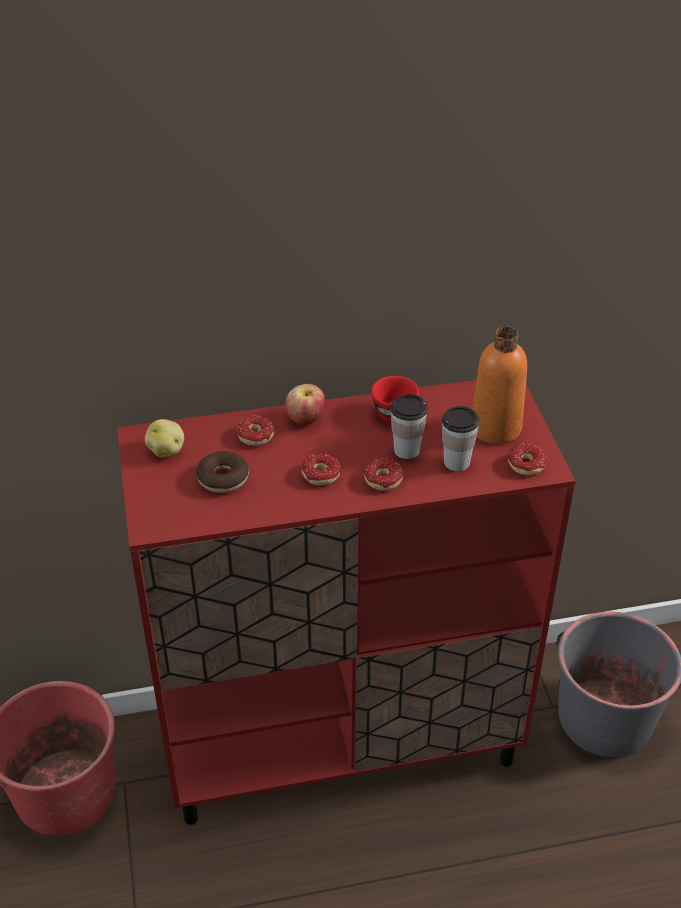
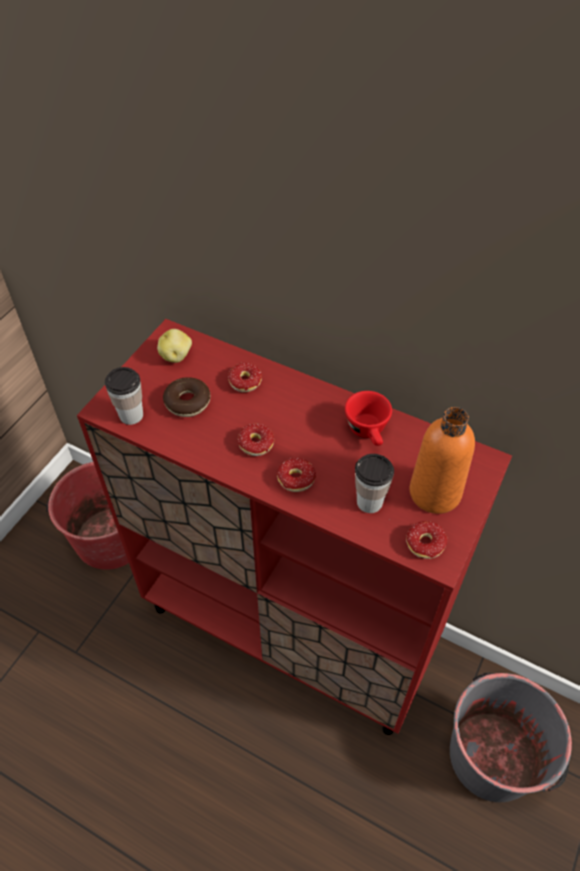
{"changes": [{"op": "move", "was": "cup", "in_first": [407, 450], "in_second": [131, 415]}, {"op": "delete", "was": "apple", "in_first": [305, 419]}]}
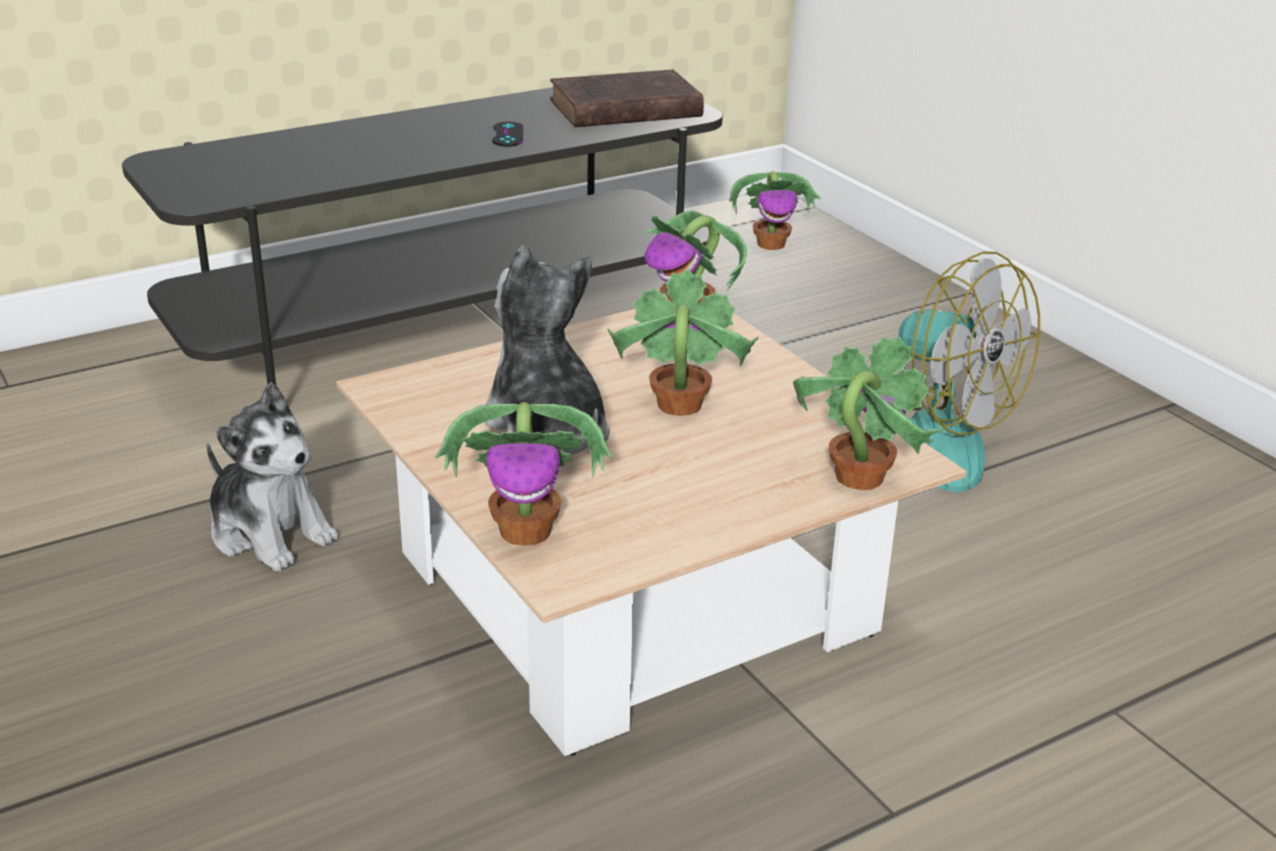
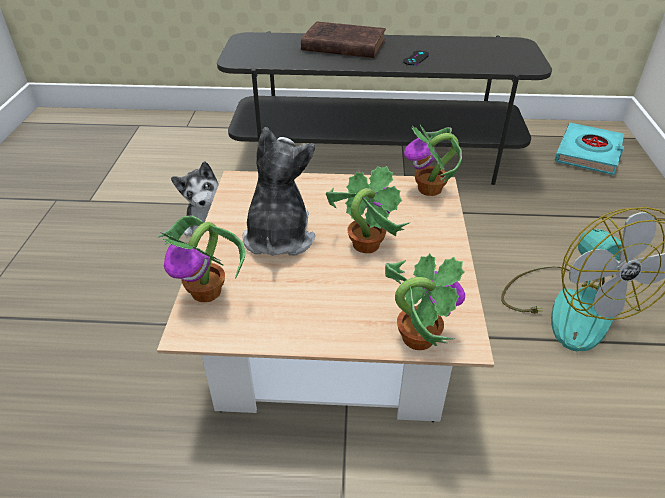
{"changes": [{"op": "move", "was": "brown book", "in_first": [621, 109], "in_second": [341, 45]}, {"op": "replace", "was": "potted plant", "now": "turquoise book", "in_first": [772, 244], "in_second": [588, 153]}]}
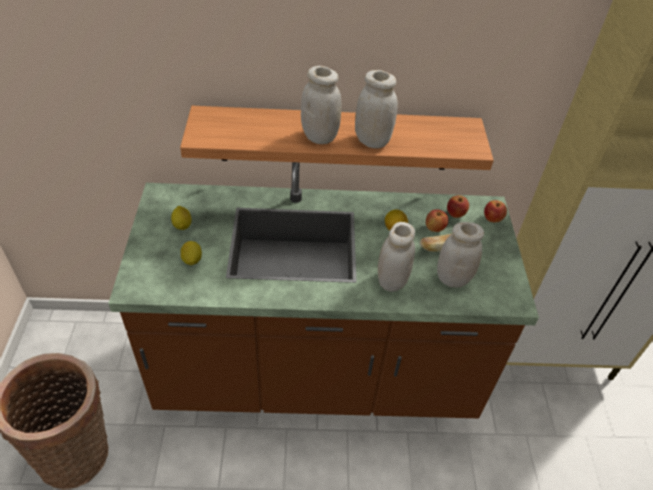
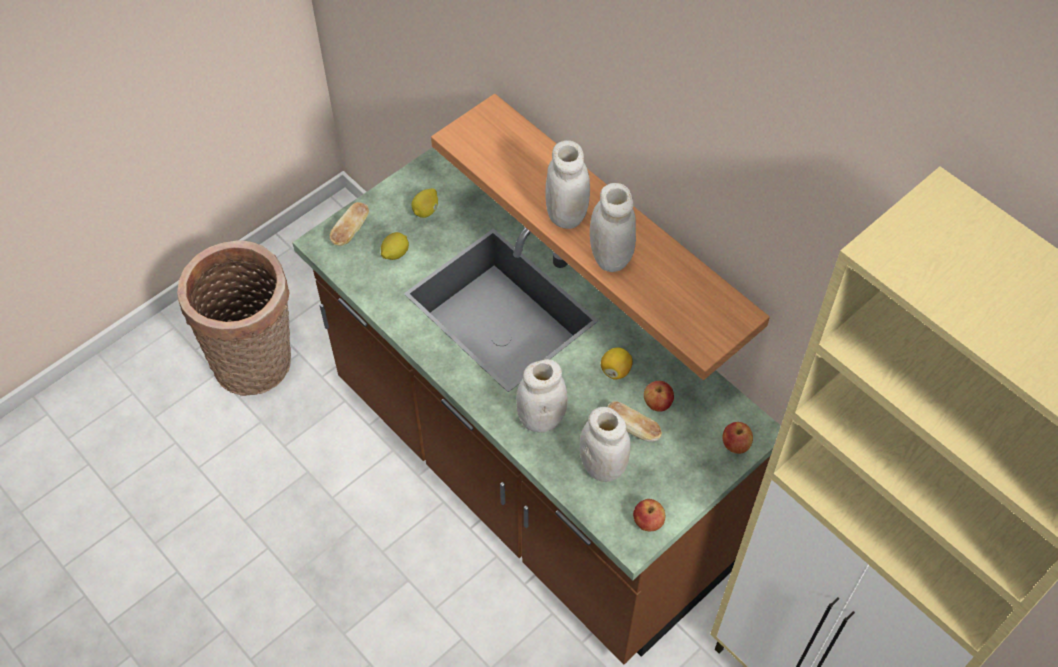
{"changes": [{"op": "insert", "now": "bread", "in_second": [350, 231]}, {"op": "move", "was": "apple", "in_first": [455, 214], "in_second": [647, 522]}]}
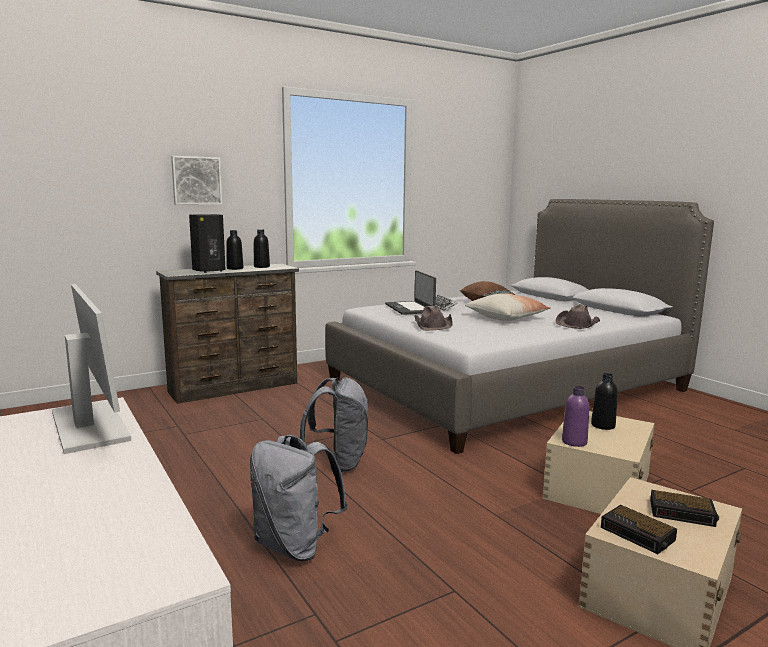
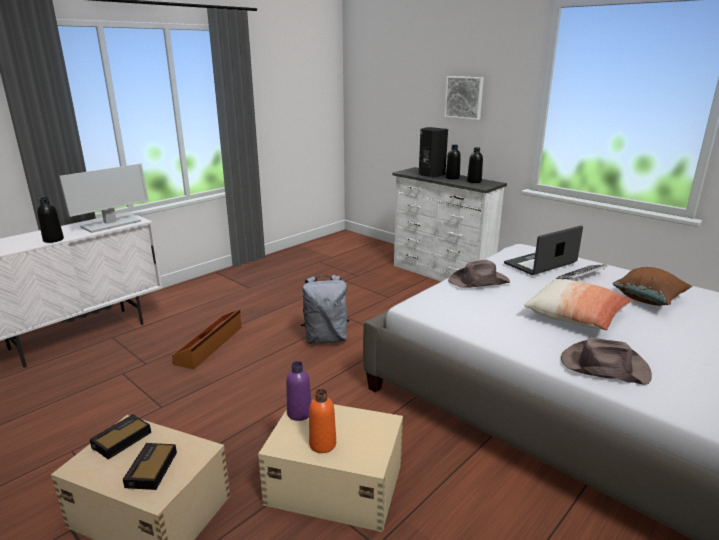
{"changes": [{"op": "move", "was": "black bottle", "in_first": [603, 425], "in_second": [53, 240]}, {"op": "replace", "was": "grey backpack", "now": "brown storage box", "in_first": [295, 546], "in_second": [210, 345]}, {"op": "insert", "now": "orange bottle", "in_second": [322, 444]}, {"op": "recolor", "was": "brown dresser", "now": "white dresser", "in_first": [235, 388], "in_second": [441, 274]}]}
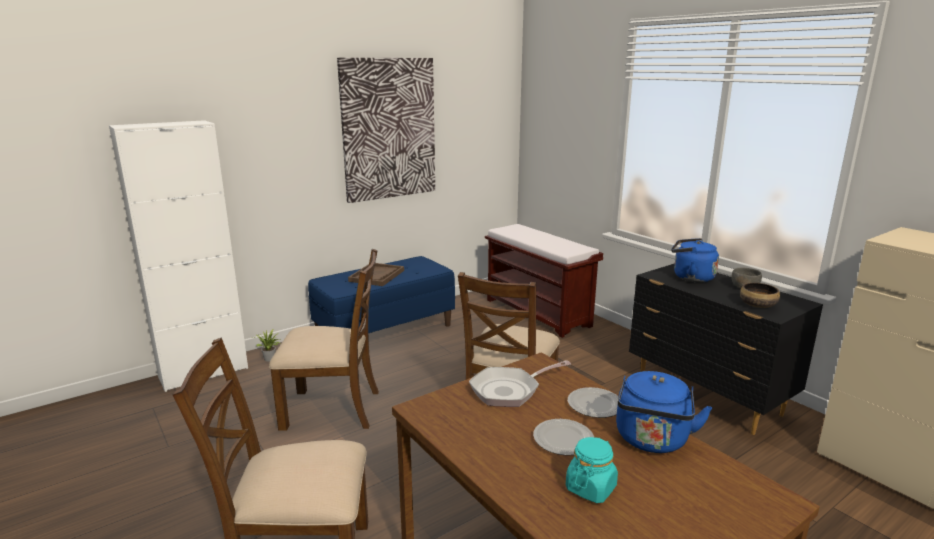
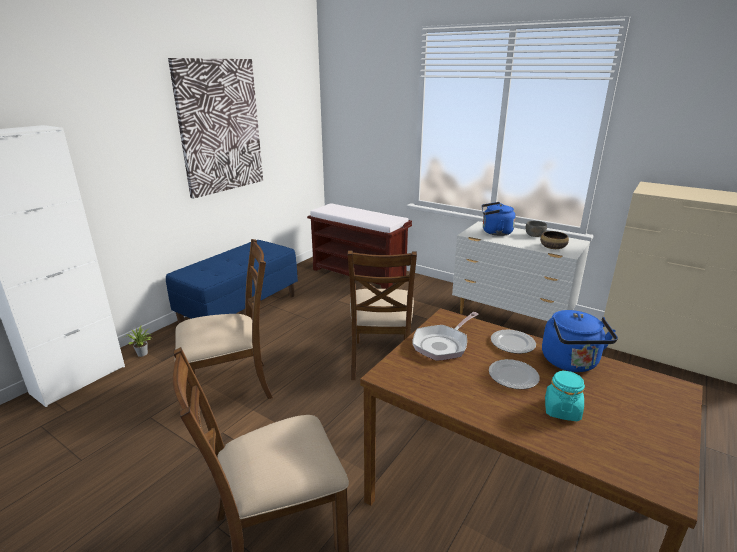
{"changes": [{"op": "recolor", "was": "black dresser", "now": "white dresser", "in_first": [708, 397], "in_second": [511, 319]}, {"op": "delete", "was": "brown tray", "in_first": [377, 276]}]}
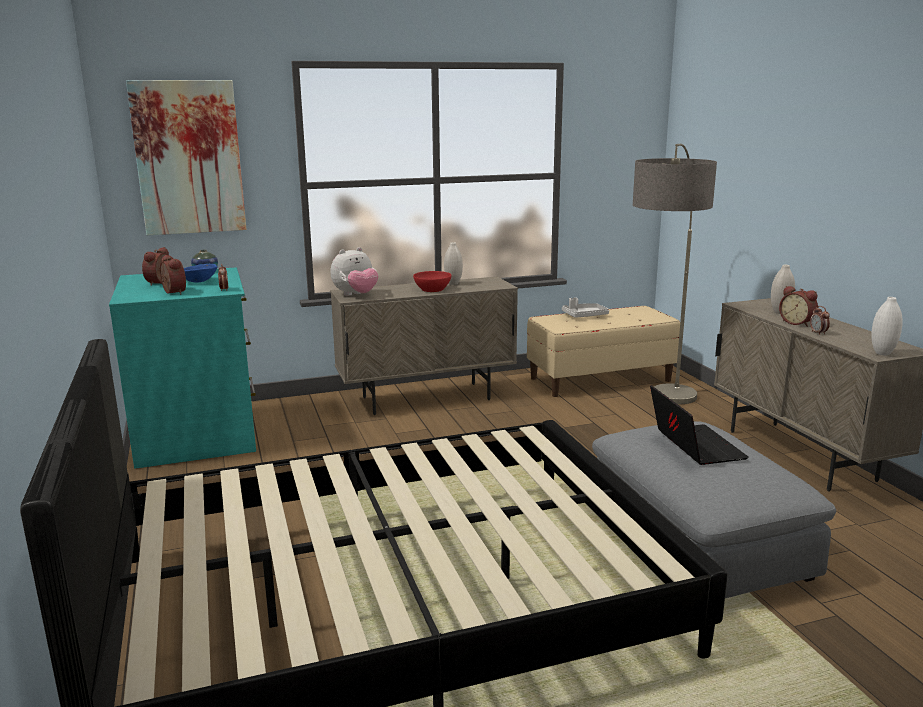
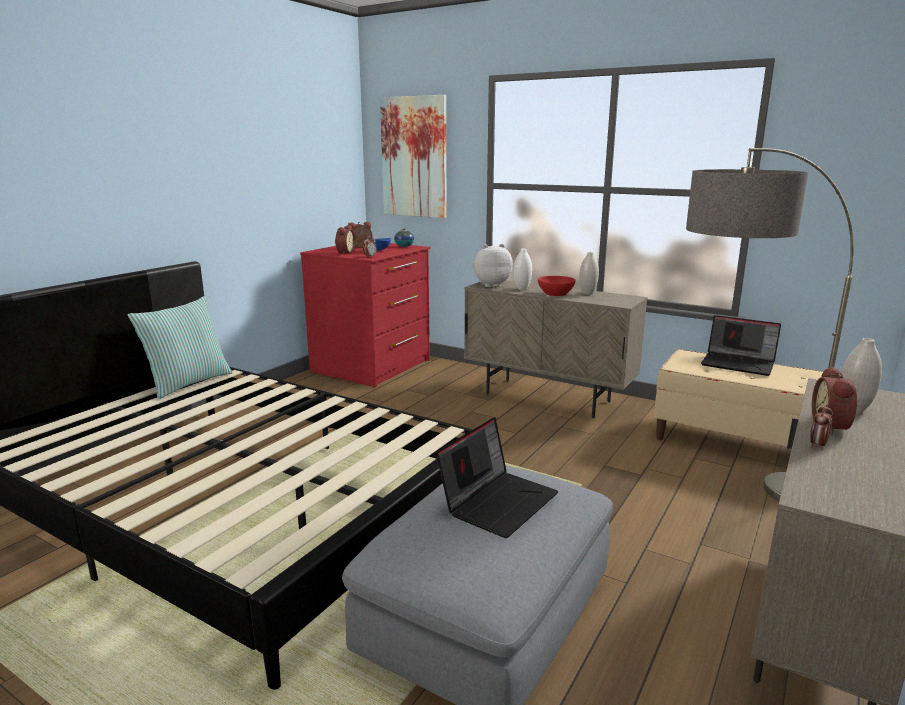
{"changes": [{"op": "insert", "now": "pillow", "in_second": [188, 383]}, {"op": "recolor", "was": "turquoise dresser", "now": "red dresser", "in_first": [198, 435], "in_second": [372, 366]}, {"op": "rotate", "was": "plush toy", "in_first": [356, 295], "in_second": [490, 285], "clockwise": 150}, {"op": "move", "was": "white vase", "in_first": [882, 353], "in_second": [522, 289]}, {"op": "replace", "was": "grey tray", "now": "laptop", "in_first": [584, 316], "in_second": [739, 364]}]}
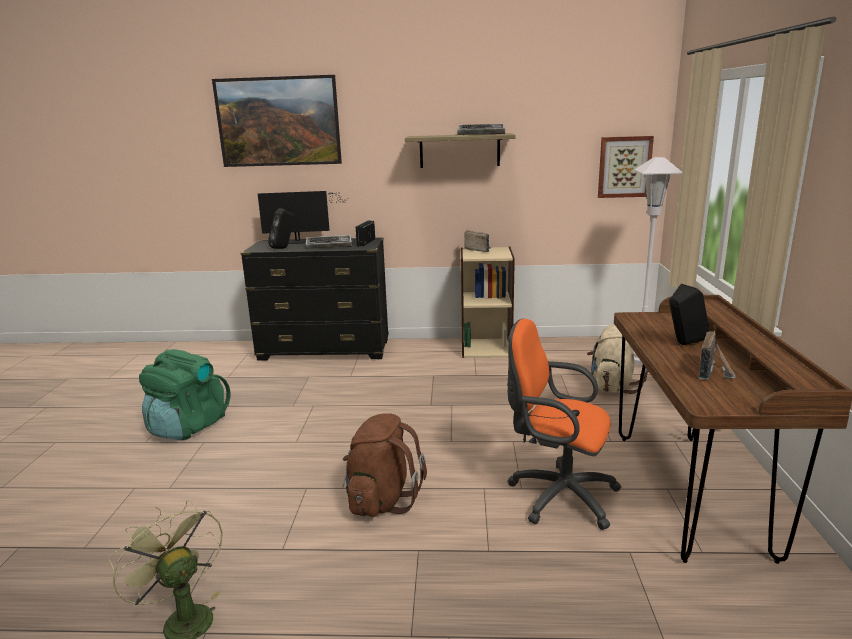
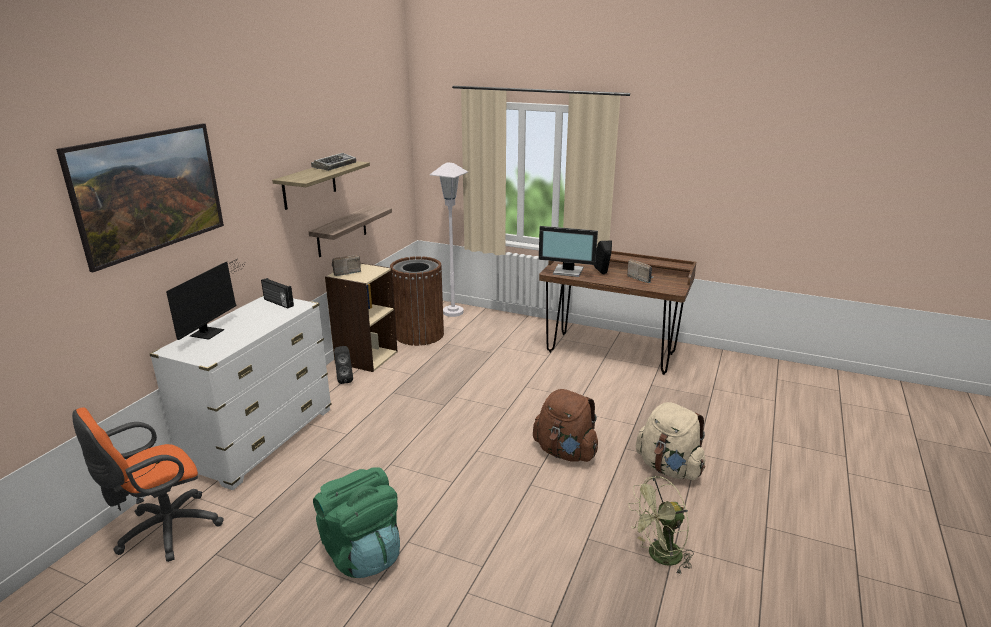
{"changes": [{"op": "move", "was": "orange office chair", "in_first": [557, 495], "in_second": [164, 531]}, {"op": "recolor", "was": "black dresser", "now": "white dresser", "in_first": [325, 350], "in_second": [261, 440]}, {"op": "insert", "now": "shelf", "in_second": [342, 231]}, {"op": "move", "was": "black speaker", "in_first": [284, 248], "in_second": [344, 379]}, {"op": "insert", "now": "brown trash can", "in_second": [419, 334]}, {"op": "insert", "now": "monitor", "in_second": [568, 271]}, {"op": "move", "was": "beige backpack", "in_first": [613, 386], "in_second": [669, 468]}, {"op": "delete", "was": "keyboard", "in_first": [330, 246]}, {"op": "delete", "was": "picture", "in_first": [624, 167]}]}
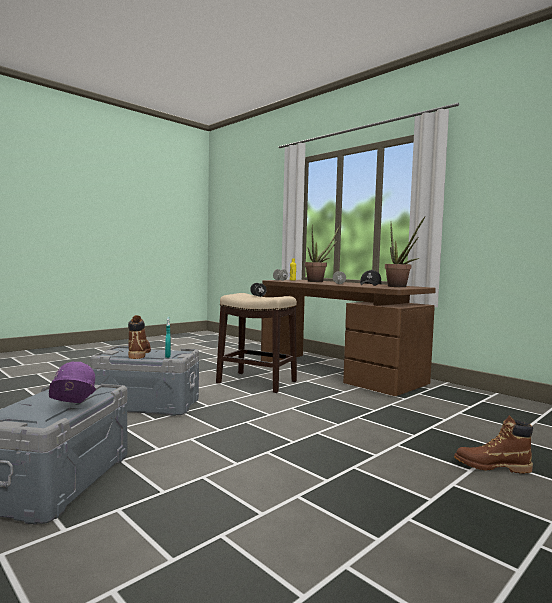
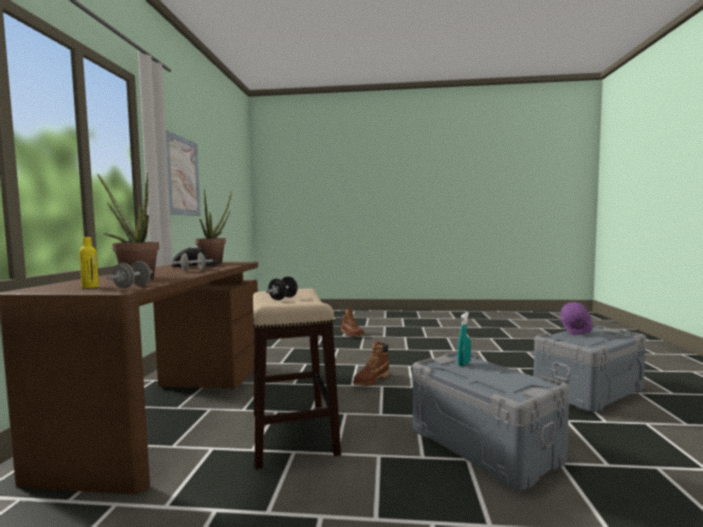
{"changes": [{"op": "insert", "now": "picture", "in_second": [182, 176]}, {"op": "move", "was": "brown boot", "in_first": [139, 353], "in_second": [371, 380]}]}
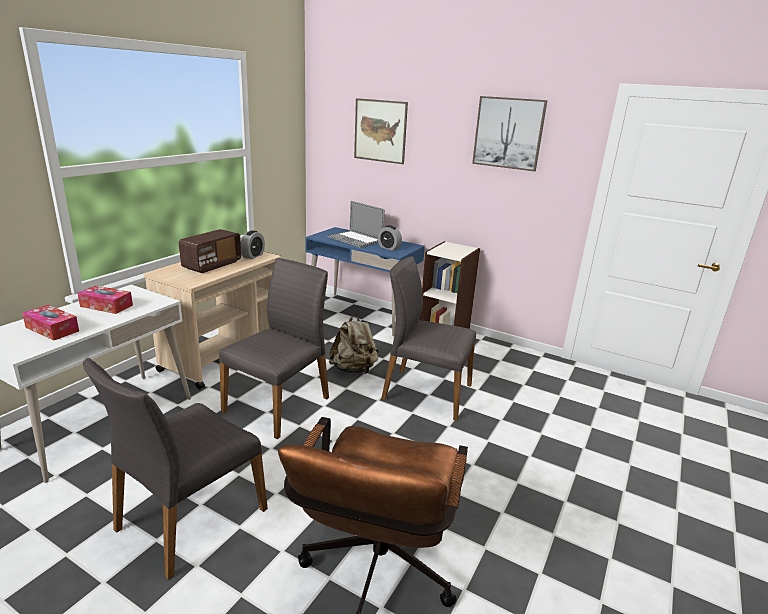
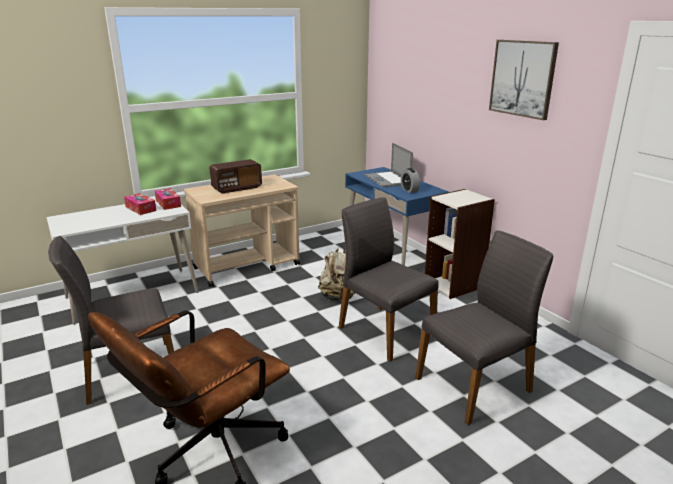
{"changes": [{"op": "move", "was": "tissue box", "in_first": [52, 329], "in_second": [168, 203]}, {"op": "move", "was": "grey chair", "in_first": [279, 404], "in_second": [475, 385]}, {"op": "delete", "was": "alarm clock", "in_first": [253, 256]}, {"op": "delete", "was": "picture", "in_first": [380, 131]}]}
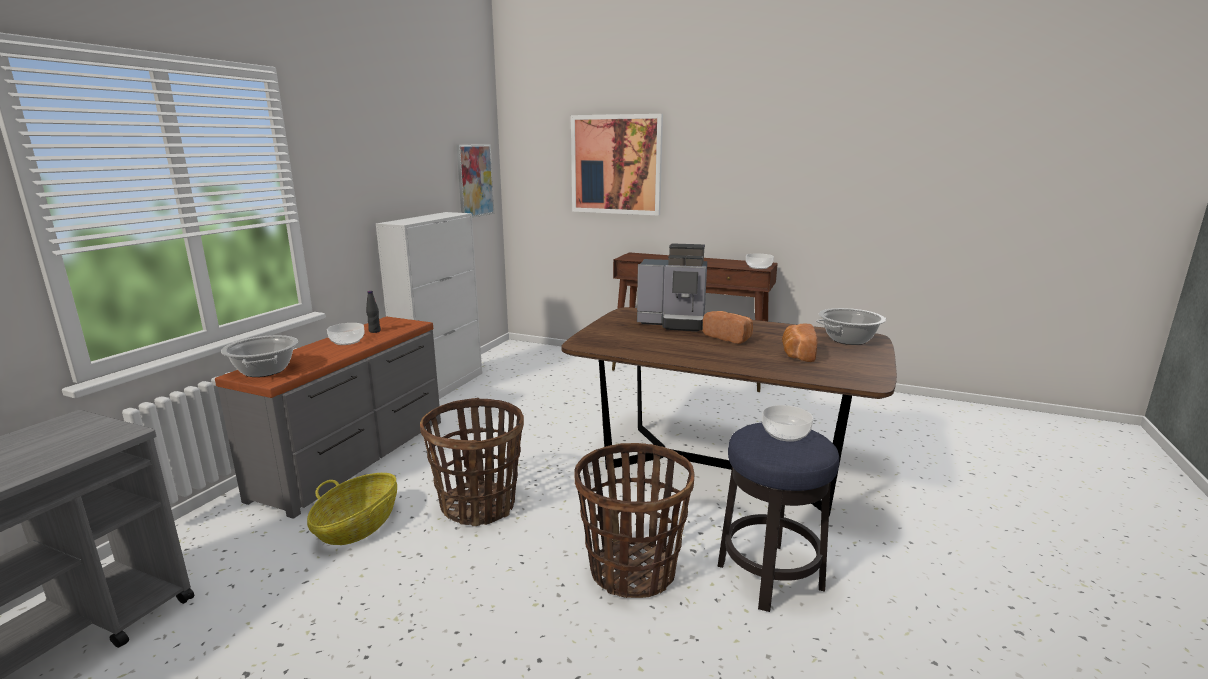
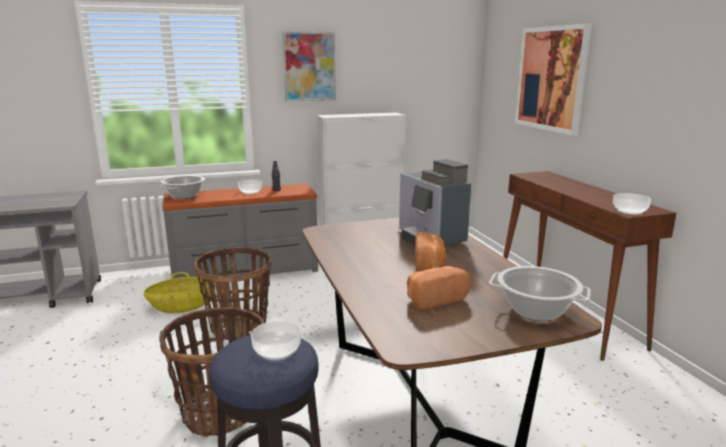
{"changes": [{"op": "move", "was": "picture", "in_first": [475, 181], "in_second": [309, 66]}]}
